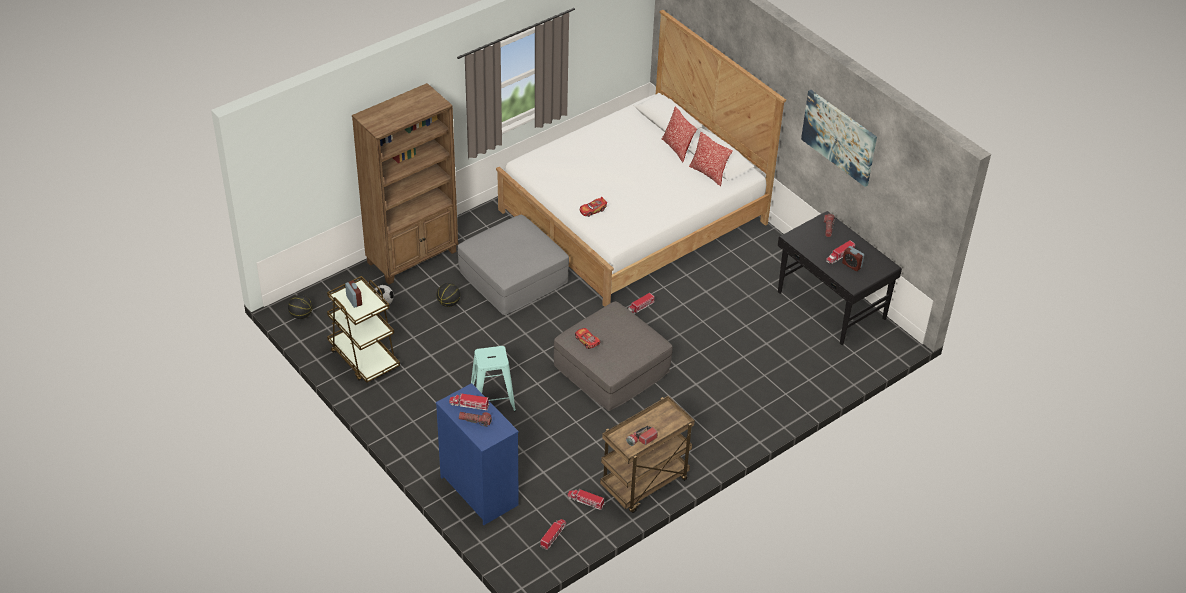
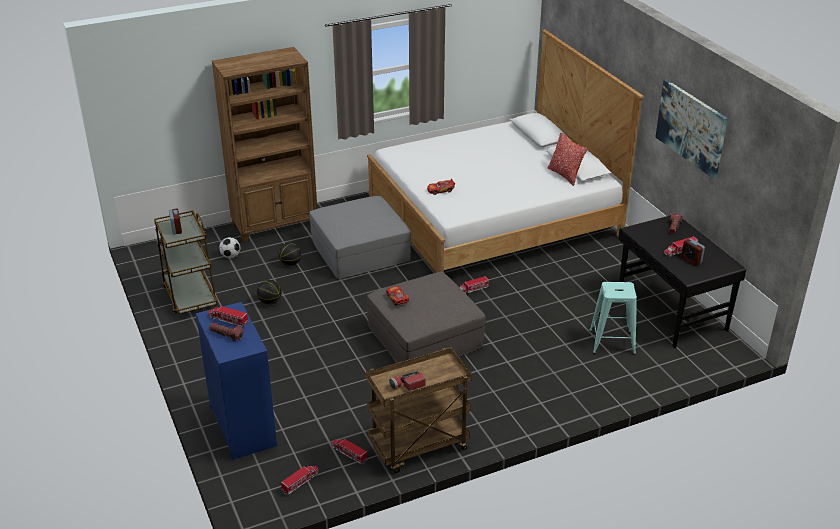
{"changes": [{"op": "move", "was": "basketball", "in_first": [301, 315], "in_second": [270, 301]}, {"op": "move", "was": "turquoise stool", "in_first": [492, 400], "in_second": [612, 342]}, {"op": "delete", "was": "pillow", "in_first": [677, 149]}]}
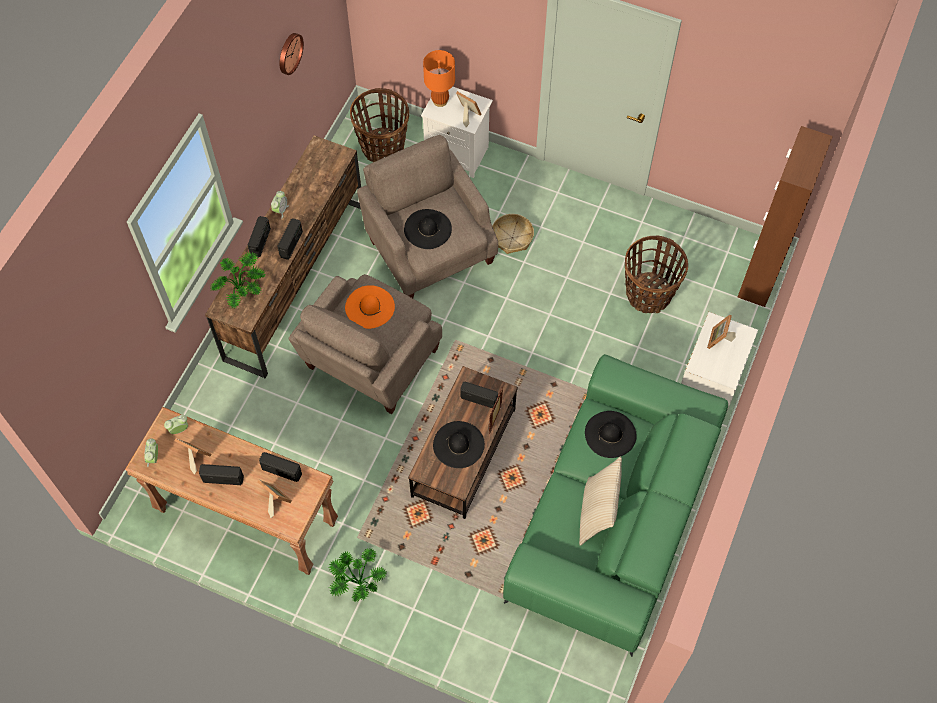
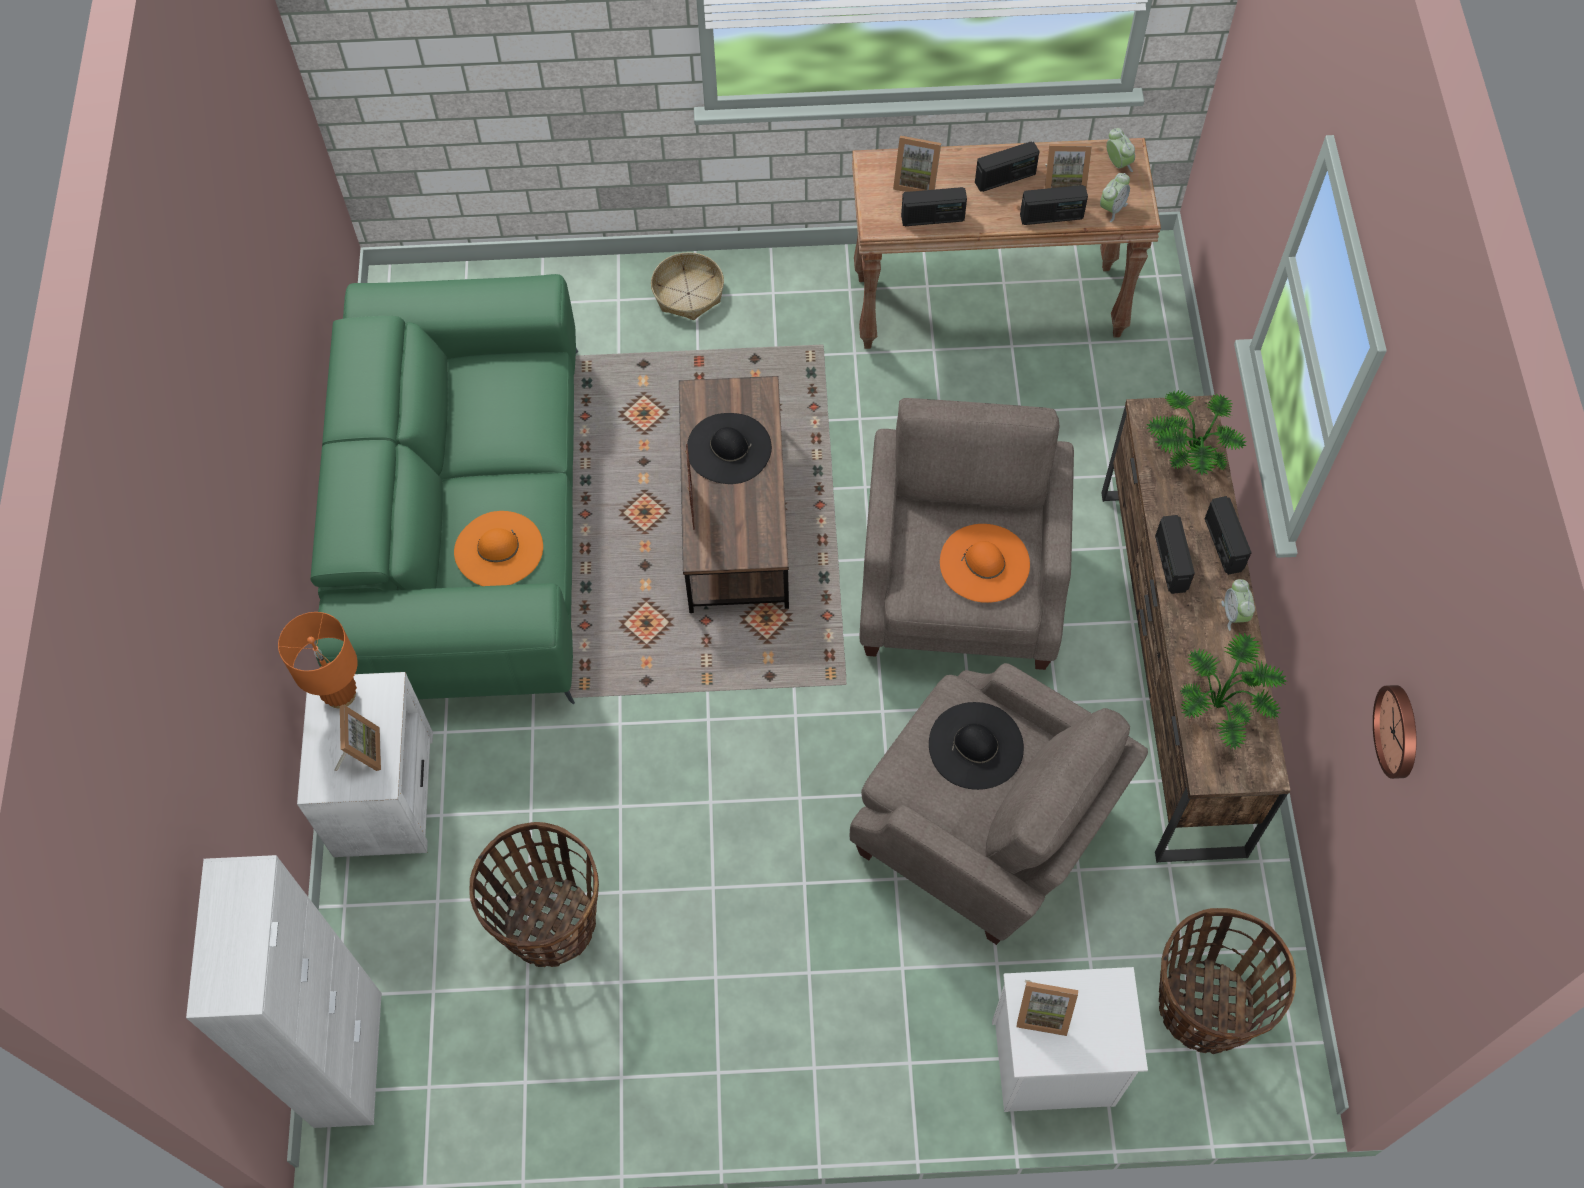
{"changes": [{"op": "recolor", "was": "brown cabinet", "now": "white cabinet", "in_first": [760, 277], "in_second": [348, 1059]}, {"op": "move", "was": "orange table lamp", "in_first": [440, 101], "in_second": [340, 694]}, {"op": "recolor", "was": "black hat", "now": "orange hat", "in_first": [610, 434], "in_second": [498, 549]}, {"op": "move", "was": "basket", "in_first": [512, 238], "in_second": [688, 293]}, {"op": "move", "was": "radio", "in_first": [479, 399], "in_second": [1051, 216]}, {"op": "move", "was": "potted plant", "in_first": [357, 582], "in_second": [1222, 707]}, {"op": "delete", "was": "beige pillow", "in_first": [597, 513]}]}
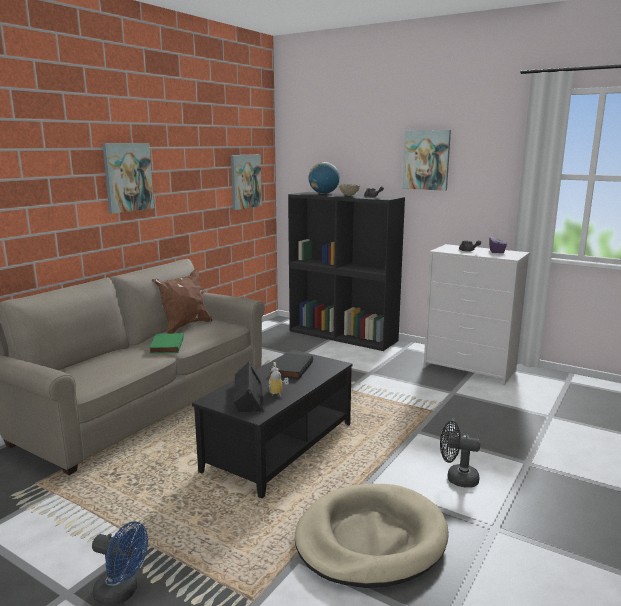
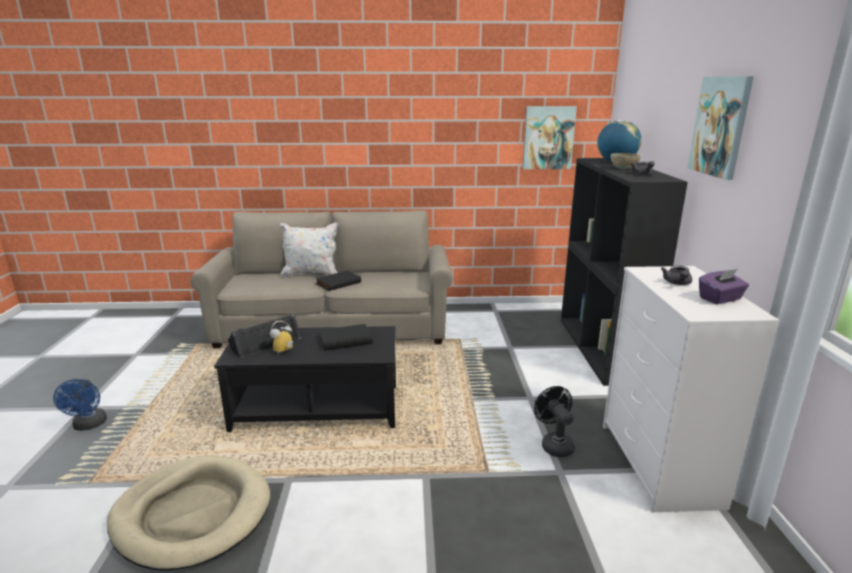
{"changes": [{"op": "insert", "now": "white pillow", "in_second": [311, 274]}, {"op": "recolor", "was": "green book", "now": "black book", "in_first": [166, 346], "in_second": [338, 283]}, {"op": "move", "was": "black fan", "in_first": [457, 478], "in_second": [554, 444]}, {"op": "delete", "was": "picture", "in_first": [128, 177]}, {"op": "delete", "was": "brown pillow", "in_first": [184, 326]}]}
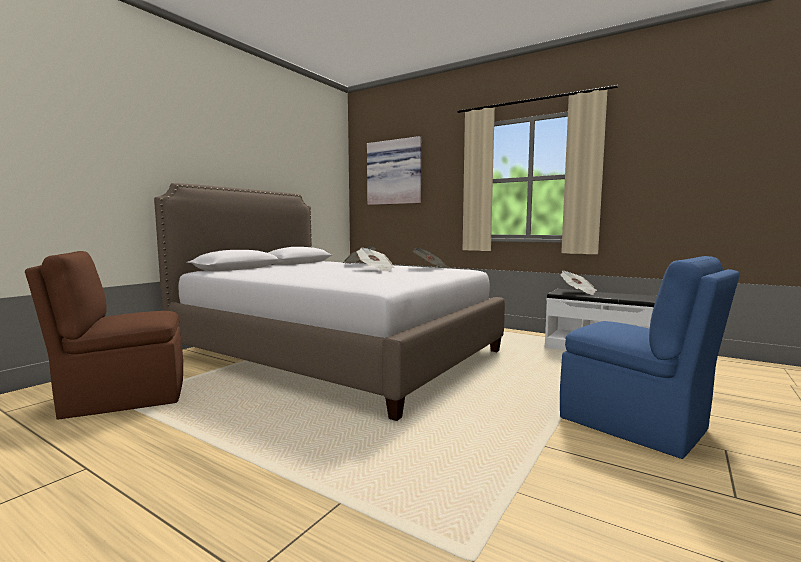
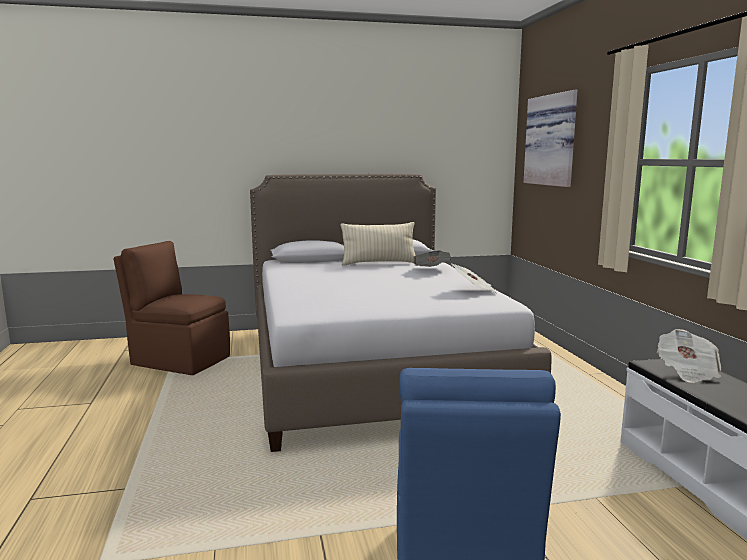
{"changes": [{"op": "insert", "now": "beige pillow", "in_second": [379, 263]}, {"op": "delete", "was": "newspaper", "in_first": [375, 270]}]}
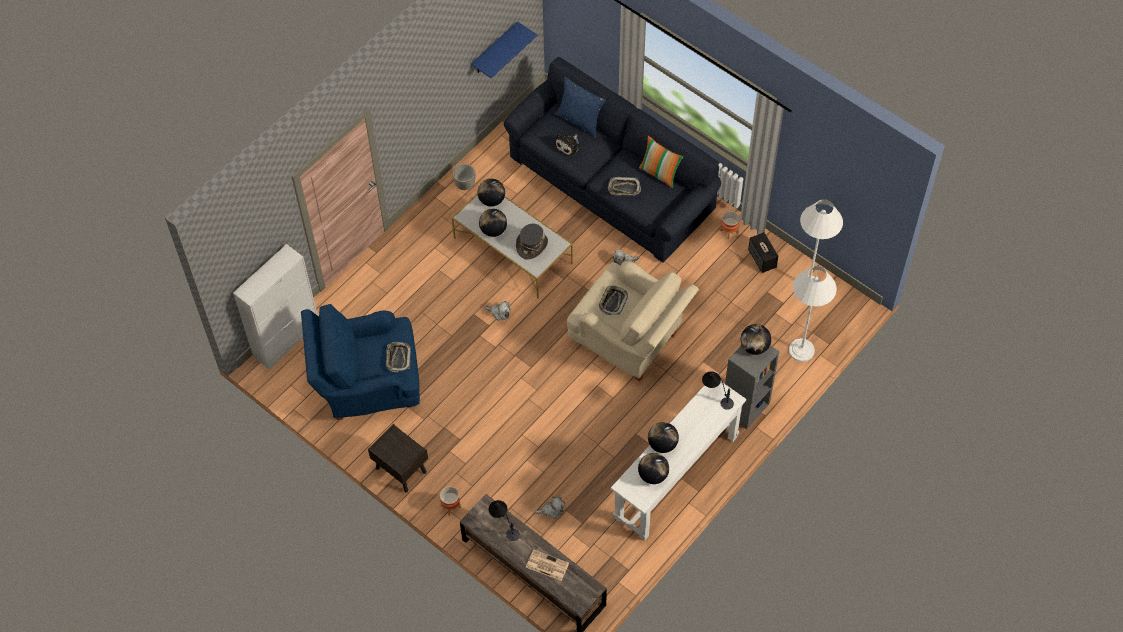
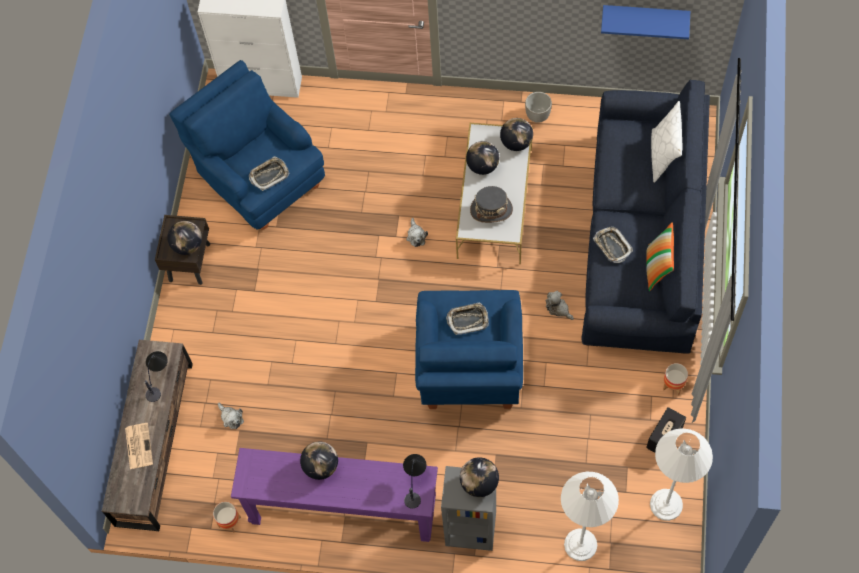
{"changes": [{"op": "move", "was": "globe", "in_first": [653, 475], "in_second": [188, 245]}, {"op": "move", "was": "planter", "in_first": [450, 506], "in_second": [229, 522]}, {"op": "recolor", "was": "white console table", "now": "purple console table", "in_first": [676, 477], "in_second": [343, 510]}, {"op": "recolor", "was": "beige armchair", "now": "blue armchair", "in_first": [629, 340], "in_second": [469, 370]}, {"op": "recolor", "was": "blue pillow", "now": "white pillow", "in_first": [580, 120], "in_second": [663, 156]}, {"op": "delete", "was": "plush toy", "in_first": [568, 146]}]}
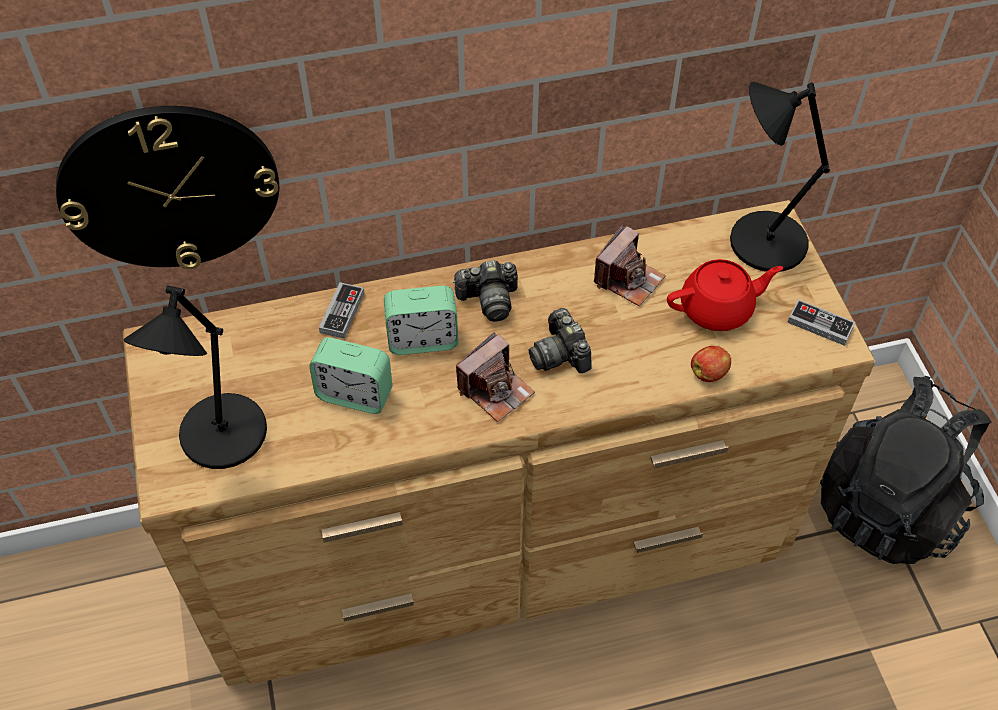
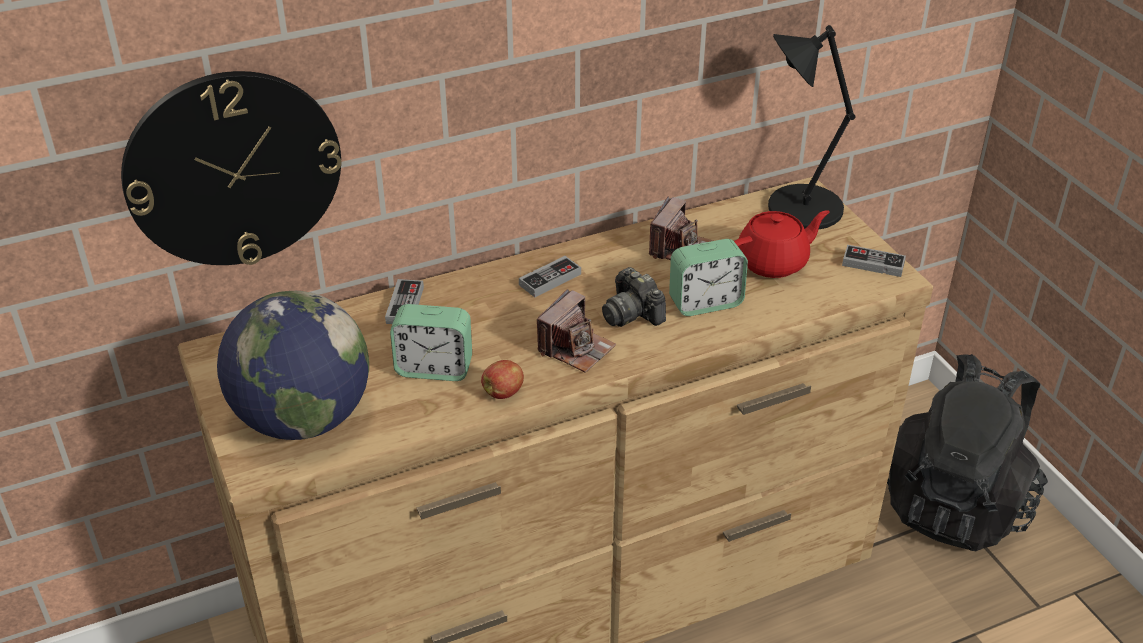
{"changes": [{"op": "replace", "was": "black table lamp", "now": "globe", "in_first": [221, 437], "in_second": [303, 419]}, {"op": "move", "was": "apple", "in_first": [709, 373], "in_second": [504, 392]}, {"op": "replace", "was": "photo camera", "now": "game controller", "in_first": [489, 300], "in_second": [550, 279]}, {"op": "move", "was": "alarm clock", "in_first": [423, 339], "in_second": [705, 302]}]}
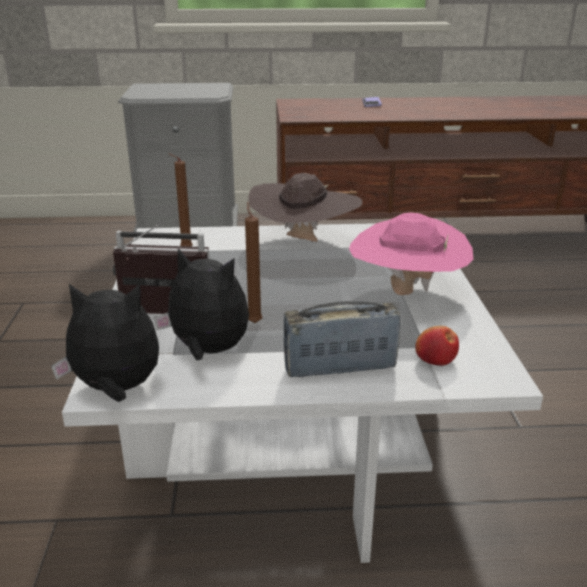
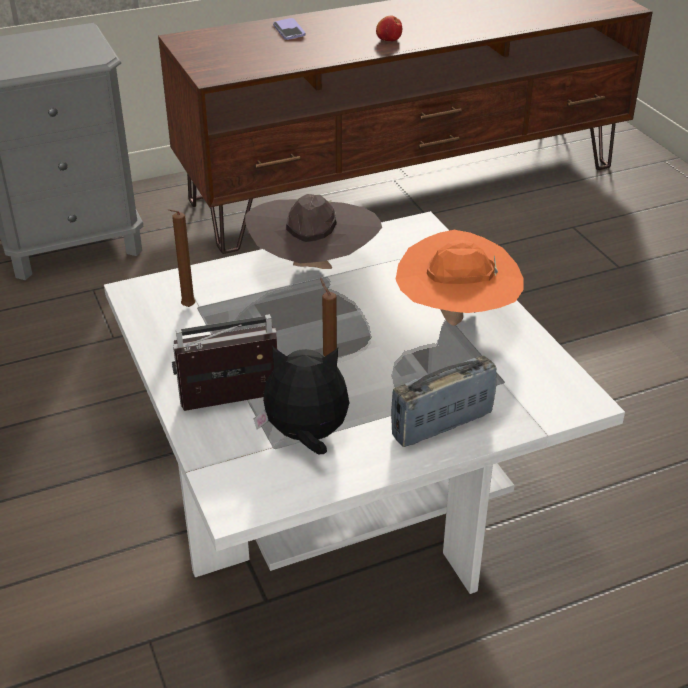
{"changes": [{"op": "move", "was": "apple", "in_first": [435, 360], "in_second": [388, 39]}, {"op": "recolor", "was": "pink hat", "now": "orange hat", "in_first": [406, 293], "in_second": [455, 319]}, {"op": "delete", "was": "plush toy", "in_first": [116, 390]}]}
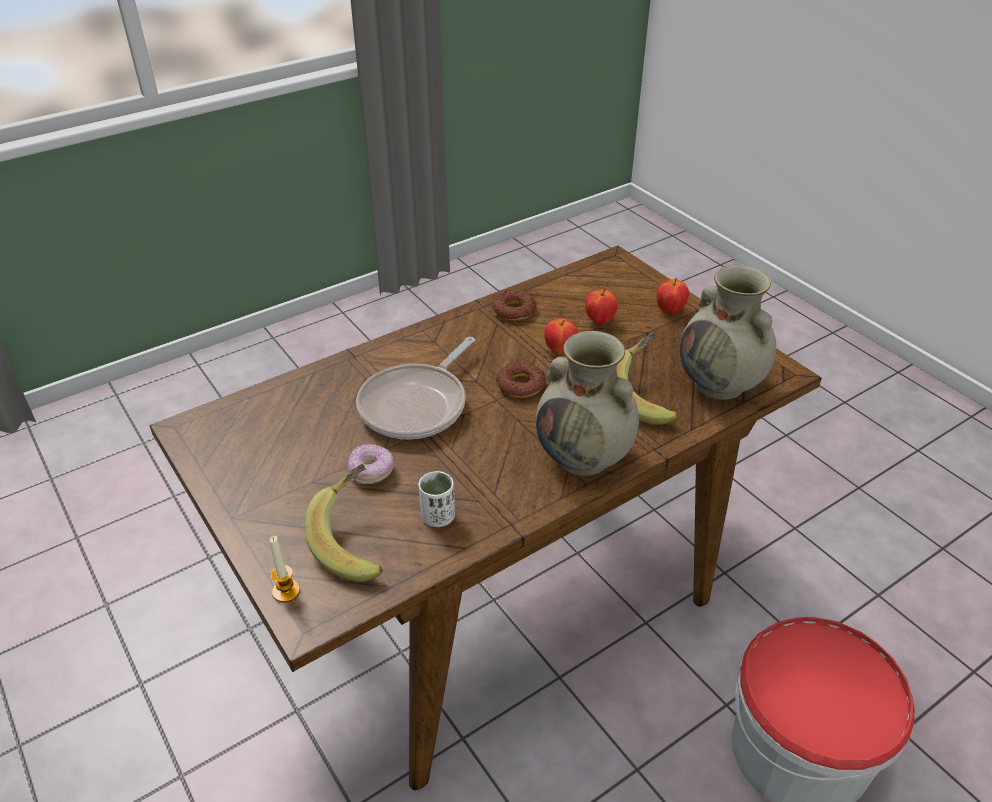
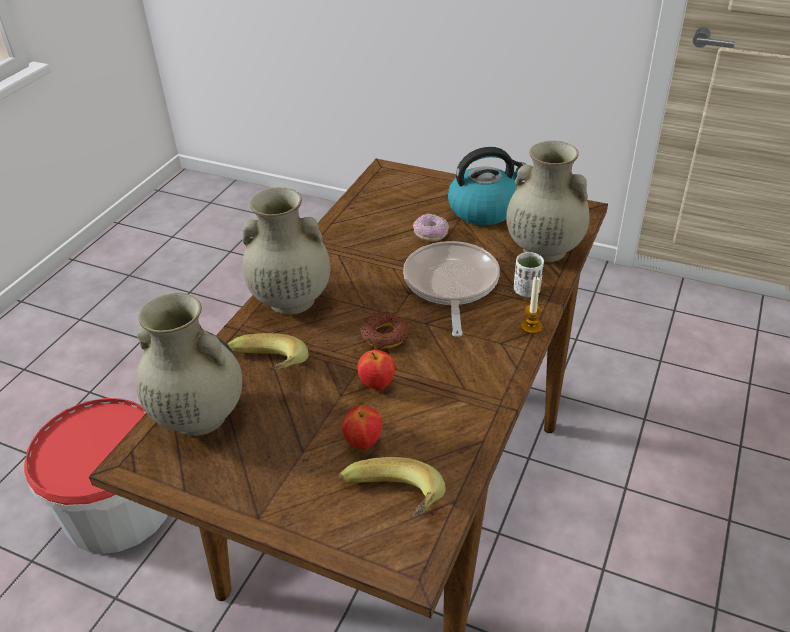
{"changes": [{"op": "move", "was": "banana", "in_first": [357, 540], "in_second": [392, 507]}, {"op": "insert", "now": "kettle", "in_second": [484, 209]}, {"op": "insert", "now": "beige vase", "in_second": [542, 249]}, {"op": "move", "was": "white cup", "in_first": [438, 517], "in_second": [526, 291]}, {"op": "move", "was": "candle", "in_first": [286, 591], "in_second": [531, 326]}, {"op": "delete", "was": "donut", "in_first": [513, 310]}, {"op": "delete", "was": "apple", "in_first": [670, 311]}]}
